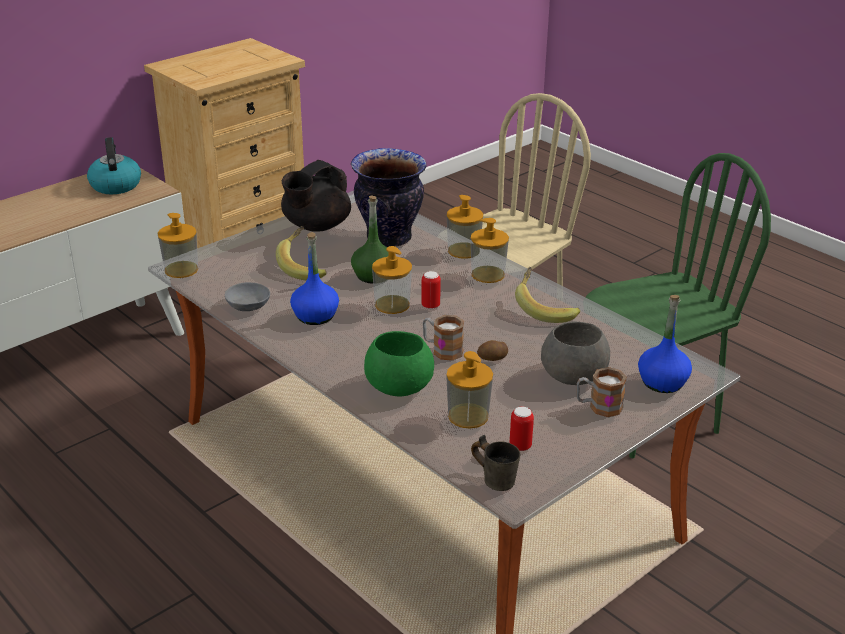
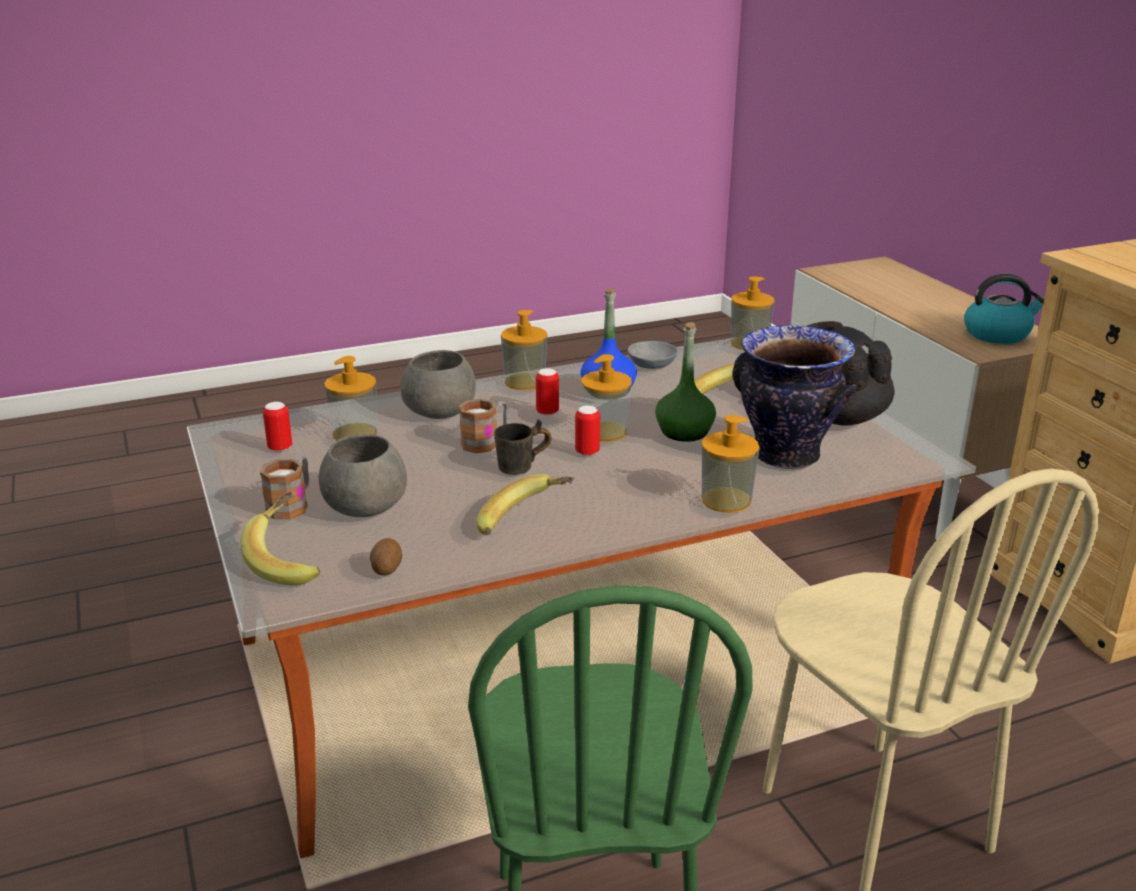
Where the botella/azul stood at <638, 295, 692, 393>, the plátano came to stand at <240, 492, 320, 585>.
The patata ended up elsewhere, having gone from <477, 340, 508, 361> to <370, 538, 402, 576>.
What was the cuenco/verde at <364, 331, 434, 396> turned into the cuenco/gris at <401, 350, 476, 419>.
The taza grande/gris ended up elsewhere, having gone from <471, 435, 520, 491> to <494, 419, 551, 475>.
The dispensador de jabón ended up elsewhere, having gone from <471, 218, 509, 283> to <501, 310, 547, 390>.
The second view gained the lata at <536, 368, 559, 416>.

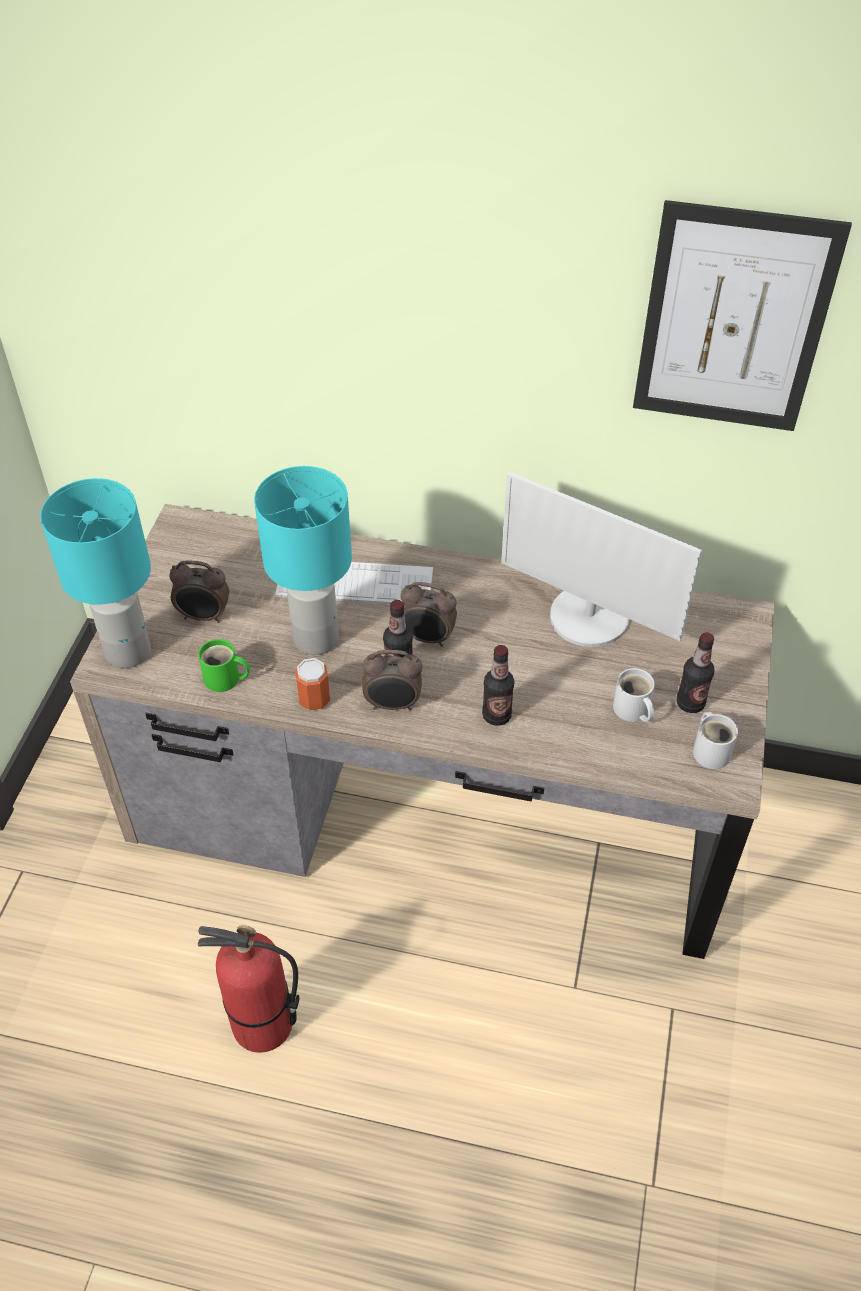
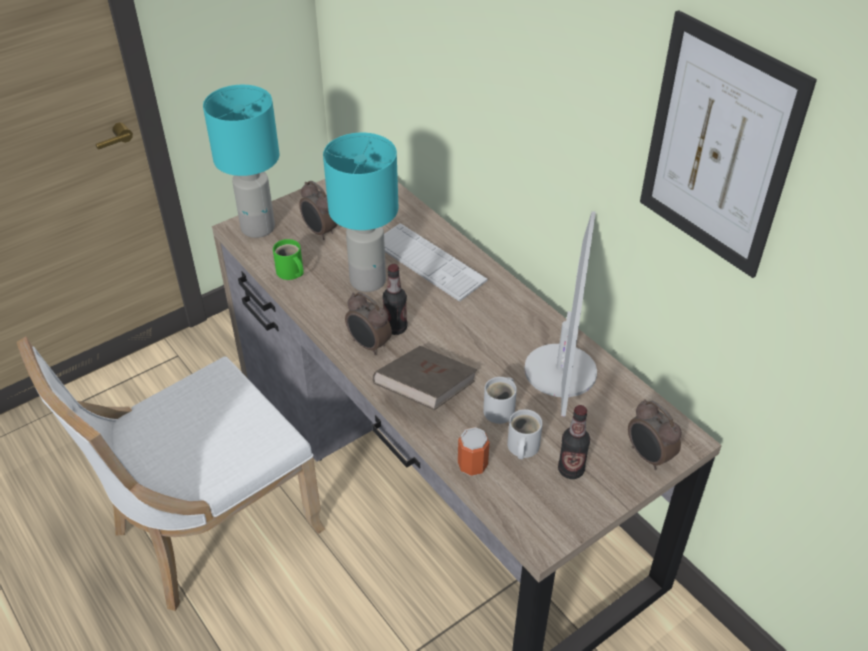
Where the extintor stood at <198, 925, 299, 1053>, the silla/blanco came to stand at <17, 337, 325, 611>.
Where the botella stood at <482, 645, 514, 726>, the libro/marrón came to stand at <373, 346, 477, 410>.
The lata ended up elsewhere, having gone from <295, 658, 330, 711> to <458, 427, 490, 476>.
The taza grande/blanco ended up elsewhere, having gone from <693, 712, 738, 769> to <483, 377, 517, 424>.
The monitor at <501, 472, 702, 647> ended up facing another way, 150 degrees counterclockwise from before.
The despertador ended up elsewhere, having gone from <401, 582, 457, 647> to <628, 400, 682, 470>.

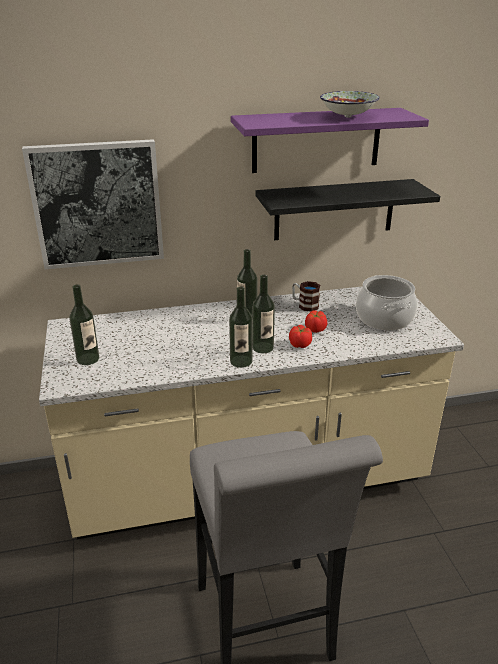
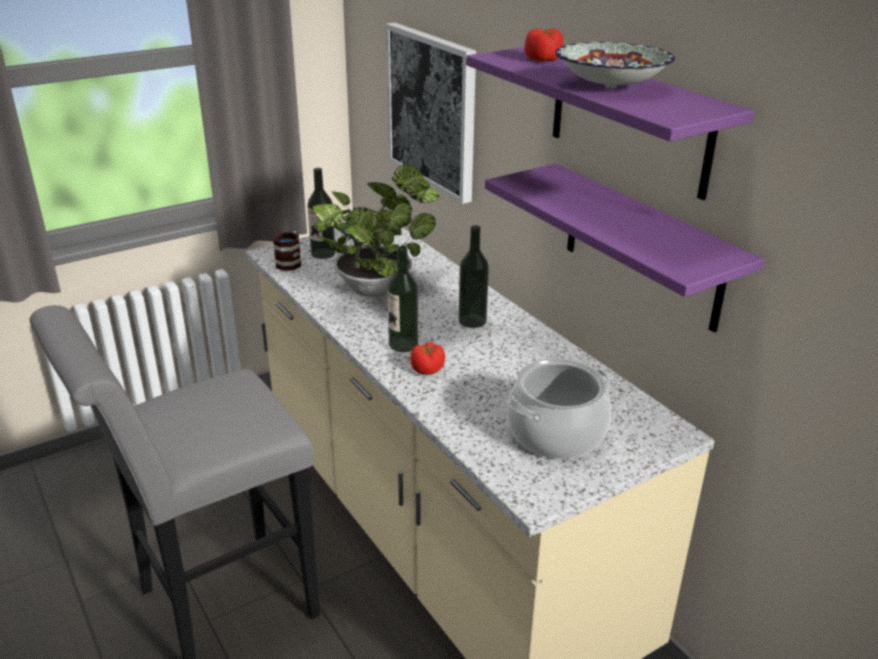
The taza grande ended up elsewhere, having gone from <292, 281, 320, 312> to <273, 231, 301, 271>.
The second view gained the planta en maceta at <313, 164, 440, 297>.
What was the estante/negro at <256, 179, 440, 240> turned into the estante/morado at <485, 164, 765, 333>.
The tomate ended up elsewhere, having gone from <305, 310, 327, 333> to <525, 28, 563, 62>.
The second view lost the botella at <229, 286, 253, 368>.

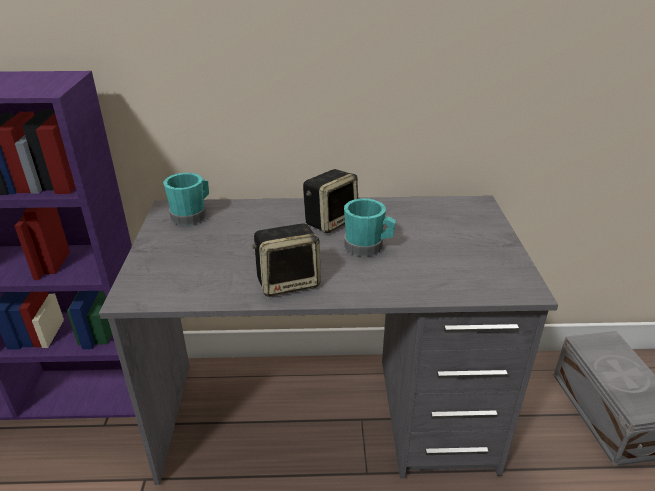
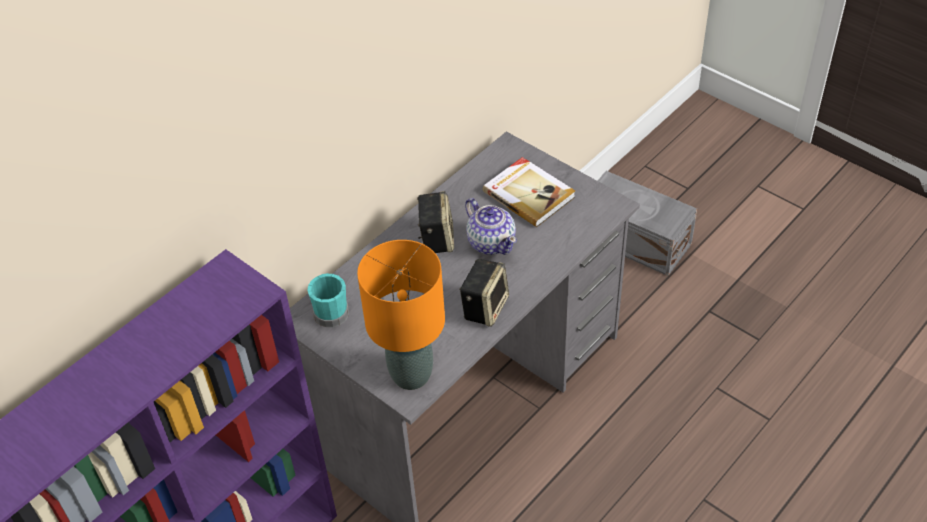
The second view gained the lámpara de mesa/naranja at <357, 240, 445, 390>.
Where the taza grande/turquesa stood at <344, 198, 396, 257>, the tetera came to stand at <465, 198, 517, 255>.
The second view gained the libro at <483, 157, 575, 227>.

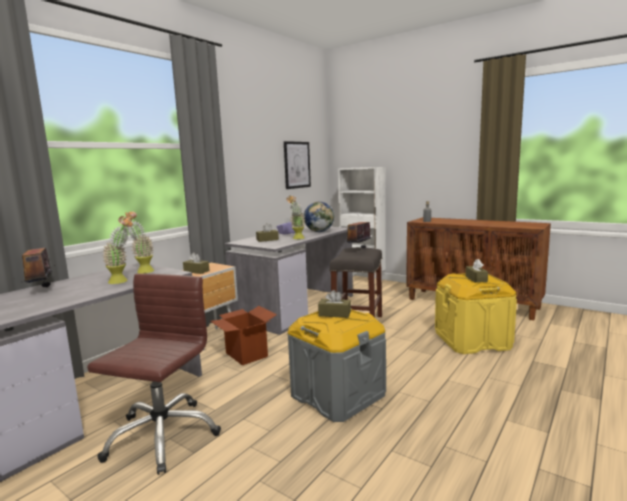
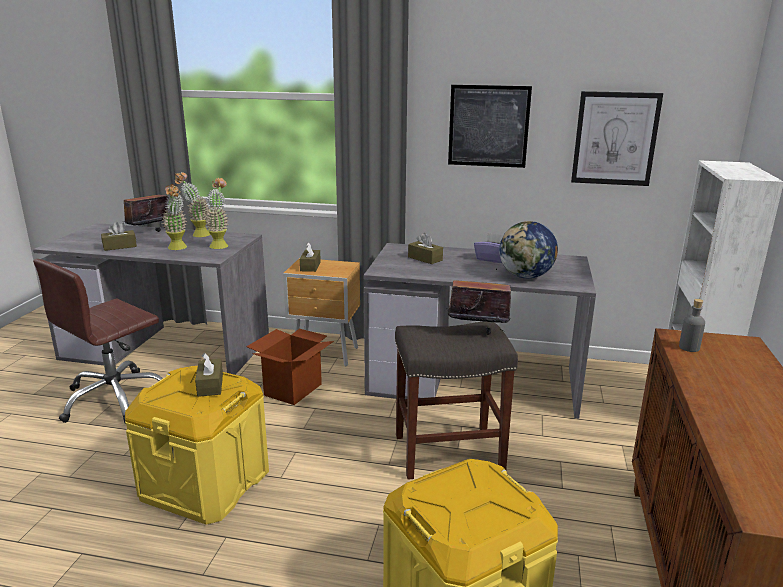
The silla de oficina/marrón at <87, 273, 221, 475> ended up facing another way, 135 degrees clockwise from before.
The caja de pañuelos/marrón ended up elsewhere, having gone from <465, 259, 488, 283> to <101, 222, 137, 251>.
What was the caja de almacenaje/gris at <287, 309, 386, 422> turned into the caja de almacenaje/amarillo at <125, 366, 269, 525>.
The planta en maceta ended up elsewhere, having gone from <286, 195, 305, 239> to <175, 172, 210, 237>.
The second view gained the cuadro at <448, 85, 532, 168>.

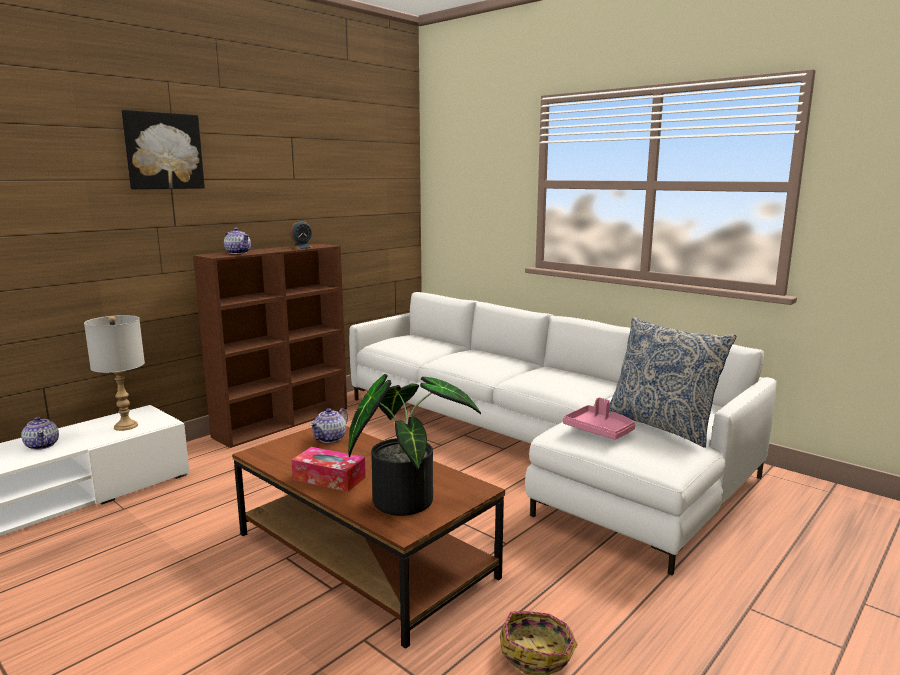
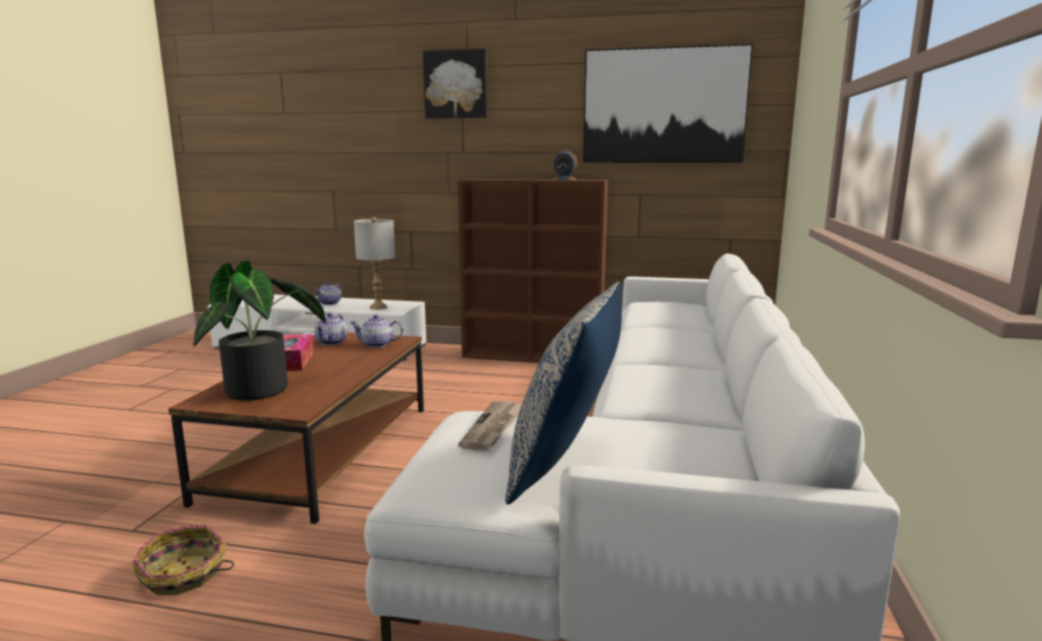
The tetera ended up elsewhere, having gone from <224, 228, 251, 254> to <314, 313, 347, 346>.
Where the bandeja/rosa stood at <563, 398, 635, 440>, the periódico came to stand at <458, 401, 522, 451>.
The second view gained the cuadro at <583, 44, 753, 163>.

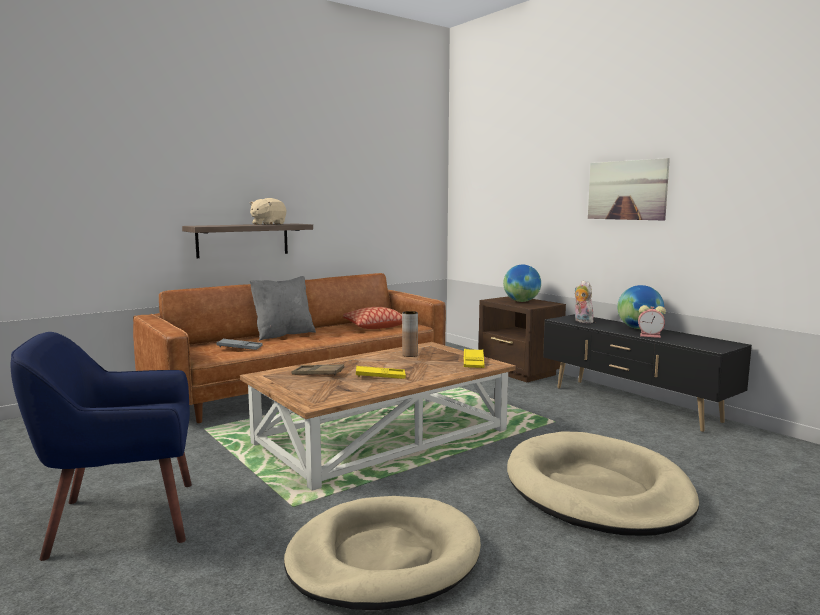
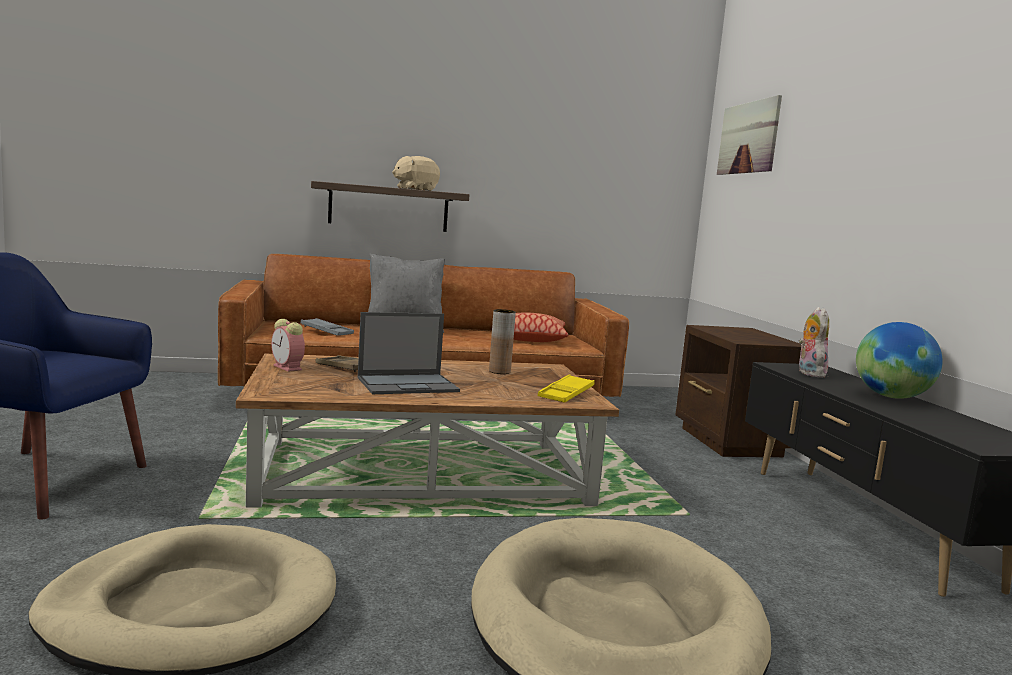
The despertador ended up elsewhere, having gone from <638, 305, 666, 338> to <271, 319, 305, 372>.
Where the bandeja/amarillo stood at <356, 366, 406, 379>, the portátil came to stand at <358, 312, 460, 394>.
The cuadro ended up elsewhere, having gone from <588, 158, 670, 220> to <717, 95, 782, 175>.
The second view lost the globo terráqueo at <503, 265, 541, 302>.

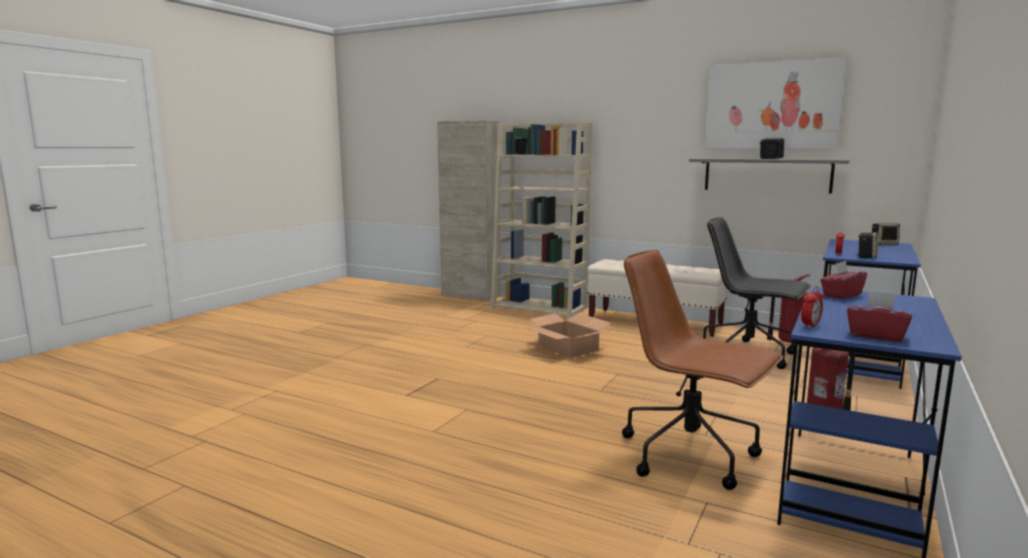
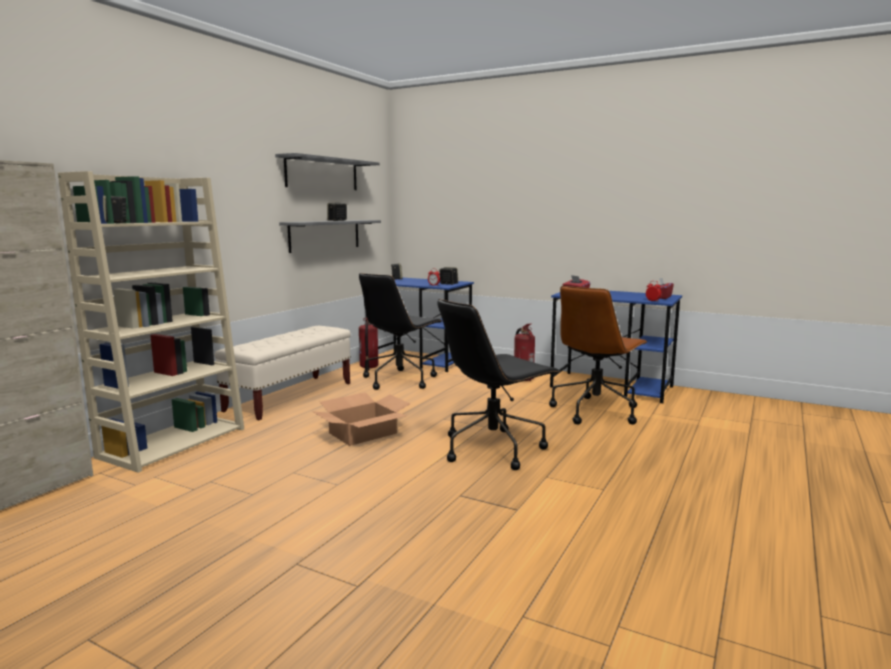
Where the cuadro hung at <705, 57, 847, 148>, the estante/gris came to hang at <275, 153, 380, 190>.
The second view gained the silla de oficina/negro at <437, 299, 560, 470>.

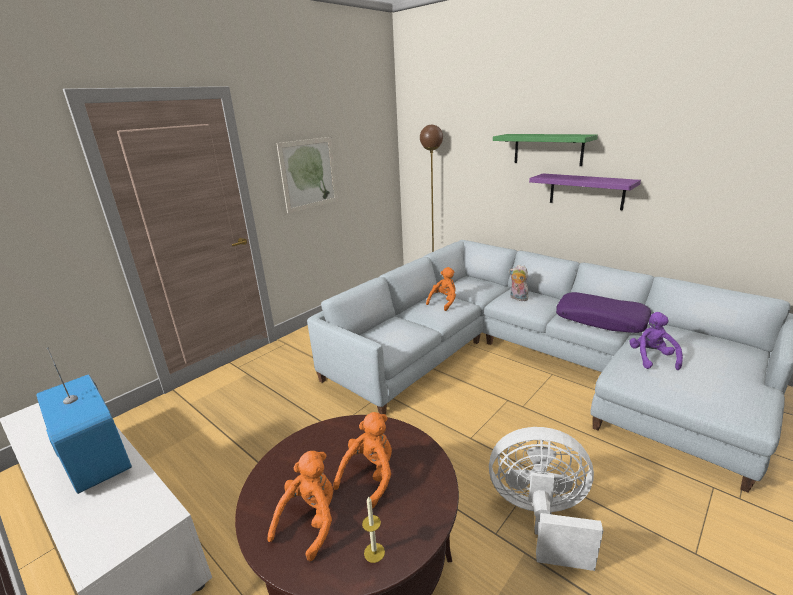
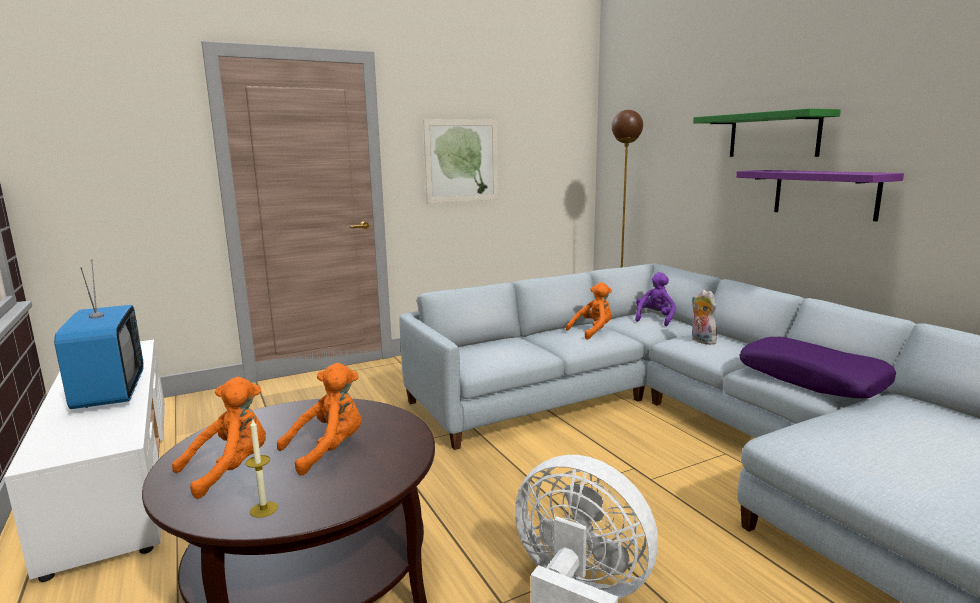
The peluche/morado ended up elsewhere, having gone from <629, 312, 683, 370> to <635, 272, 676, 326>.

